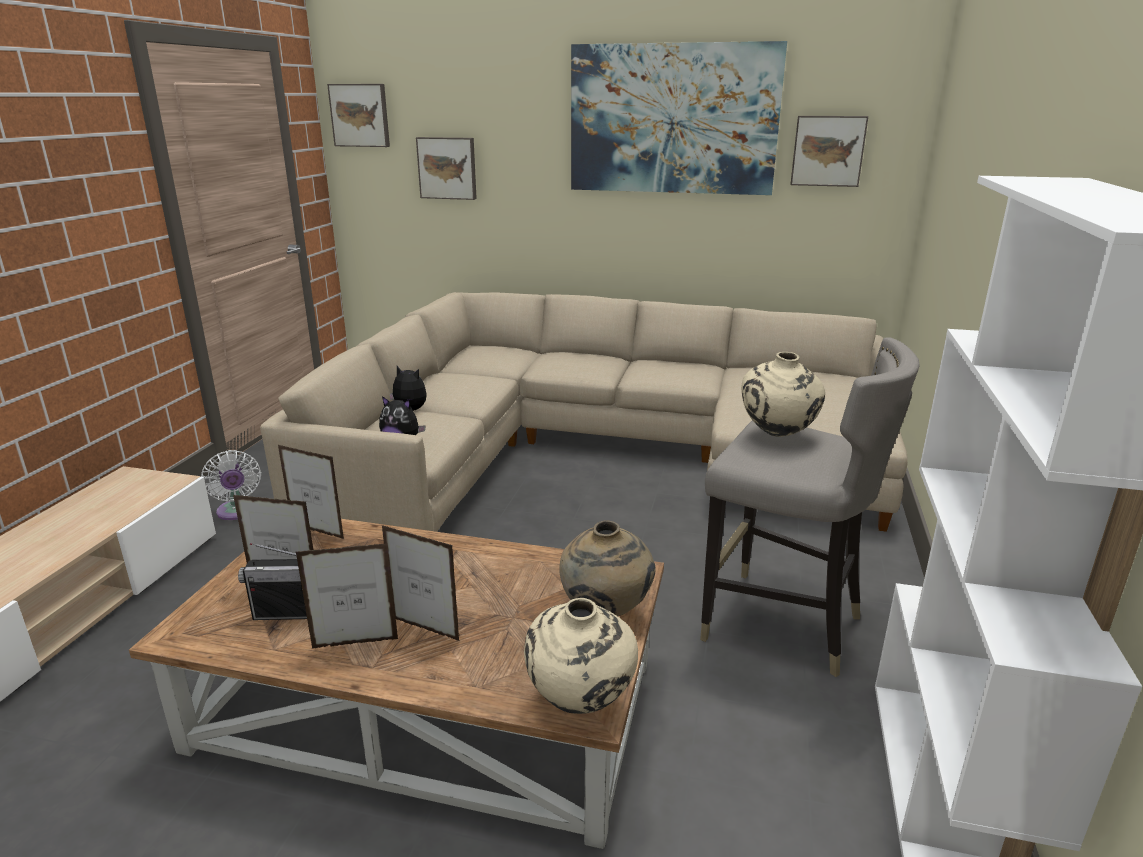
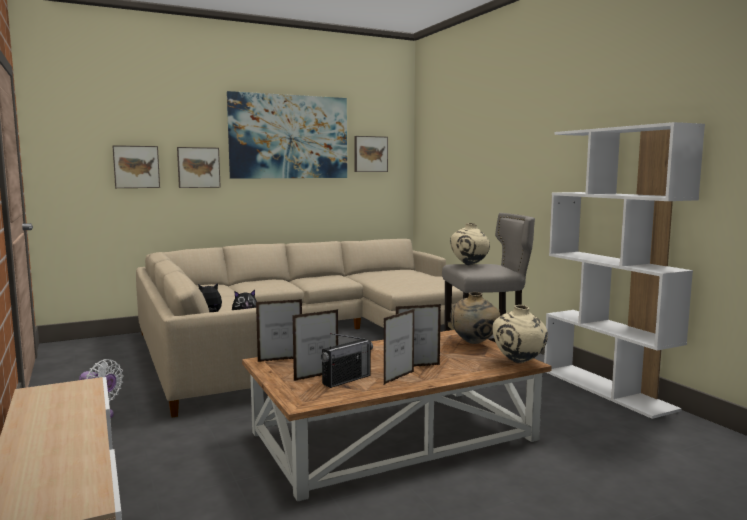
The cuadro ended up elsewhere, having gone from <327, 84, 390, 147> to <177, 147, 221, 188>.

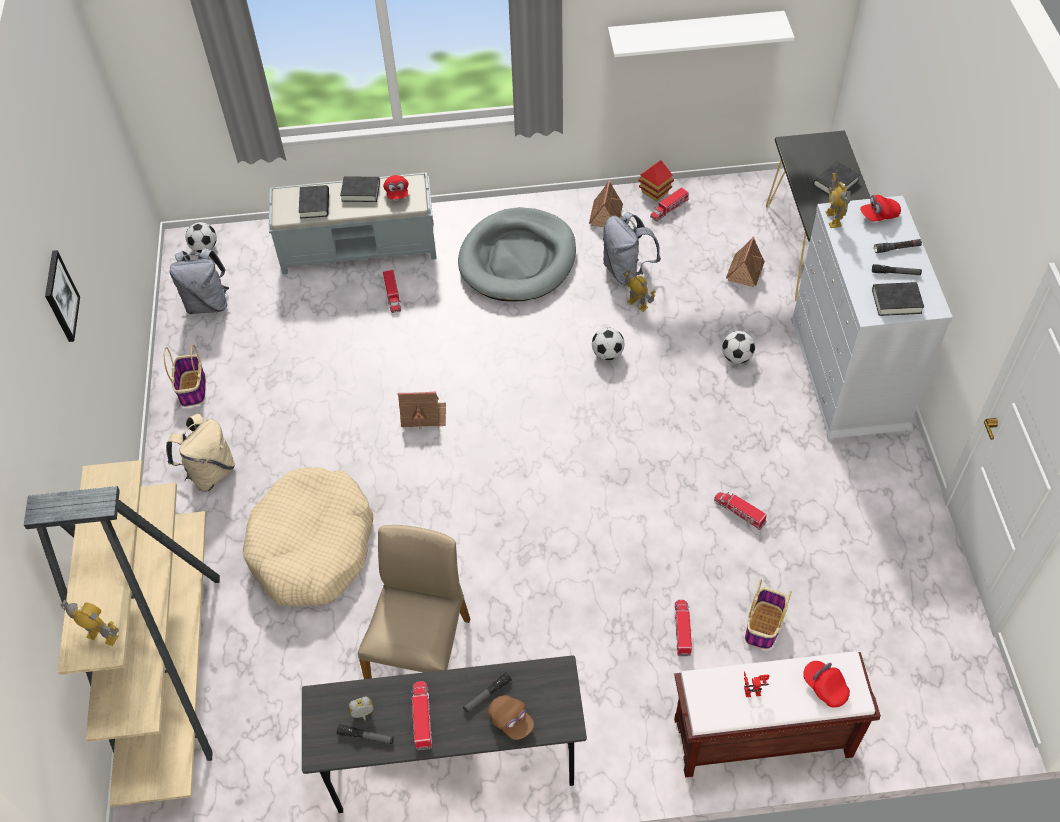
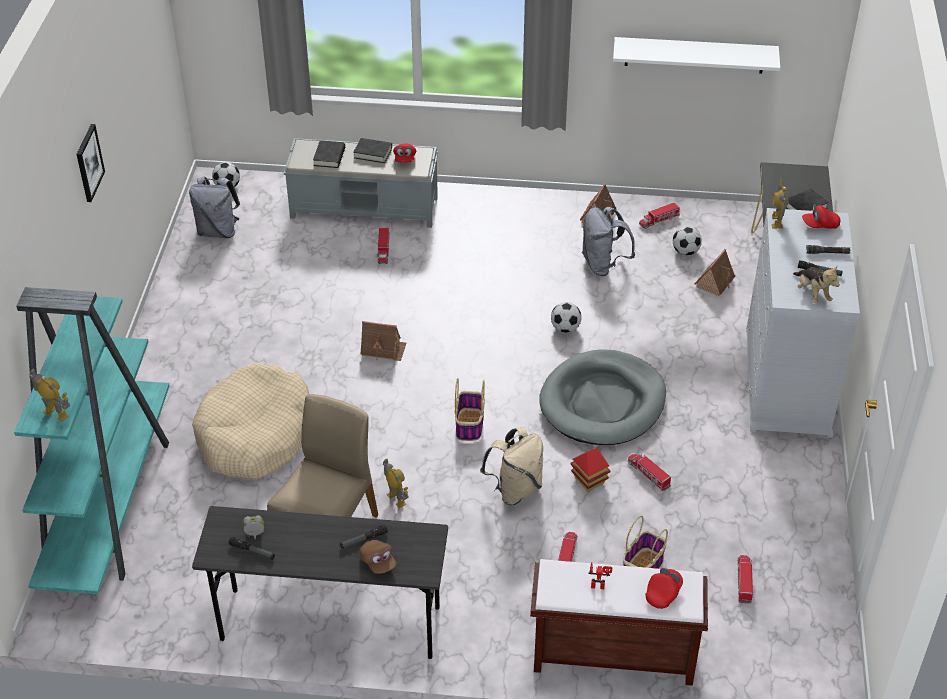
What was the estantería/beis at <24, 460, 220, 806> turned into the estantería/turquesa at <14, 287, 170, 594>.
The robot de juguete ended up elsewhere, having gone from <623, 268, 656, 312> to <383, 459, 409, 508>.
The cesta ended up elsewhere, having gone from <164, 345, 206, 407> to <455, 378, 485, 441>.
The mochila/beis ended up elsewhere, having gone from <166, 414, 236, 492> to <480, 427, 543, 505>.
The cama para perro/gris ended up elsewhere, having gone from <458, 207, 576, 302> to <539, 349, 666, 445>.
The casita ended up elsewhere, having gone from <638, 160, 674, 202> to <570, 447, 611, 492>.
The gorra/rojo at <803, 661, 850, 708> ended up facing another way, 60 degrees clockwise from before.
The balón de fútbol ended up elsewhere, having gone from <722, 331, 755, 364> to <673, 226, 702, 255>.
The camión de juguete ended up elsewhere, having gone from <411, 681, 432, 750> to <737, 555, 753, 604>.
Where the libro/negro stood at <872, 282, 924, 316>, the peluche came to stand at <793, 266, 840, 303>.

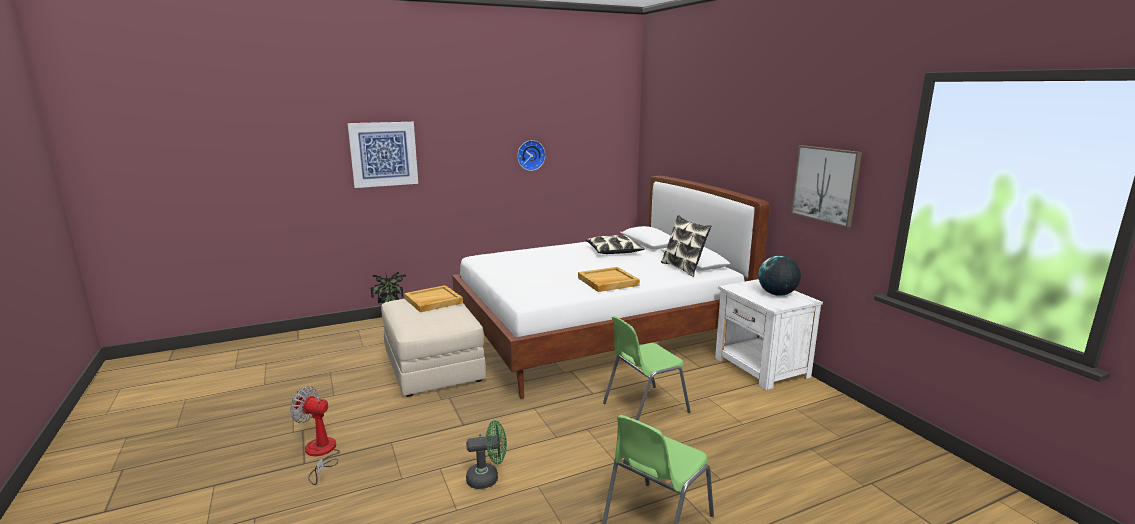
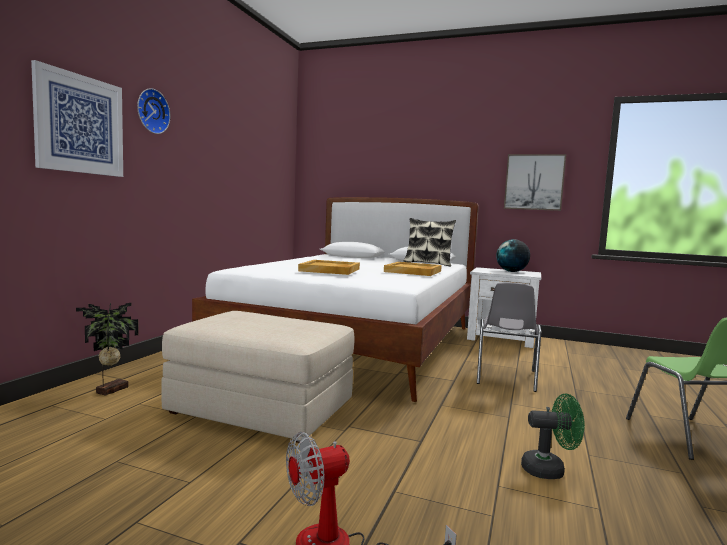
The reloj de pared ended up elsewhere, having gone from <517, 140, 546, 171> to <137, 88, 171, 134>.
The bandeja/beis ended up elsewhere, having gone from <404, 285, 463, 312> to <298, 260, 360, 275>.
What was the silla/verde at <603, 316, 691, 421> turned into the silla/gris at <477, 282, 541, 392>.
The ventilador/verde at <466, 420, 507, 489> ended up facing another way, 60 degrees clockwise from before.
The second view lost the cojín at <586, 235, 644, 254>.

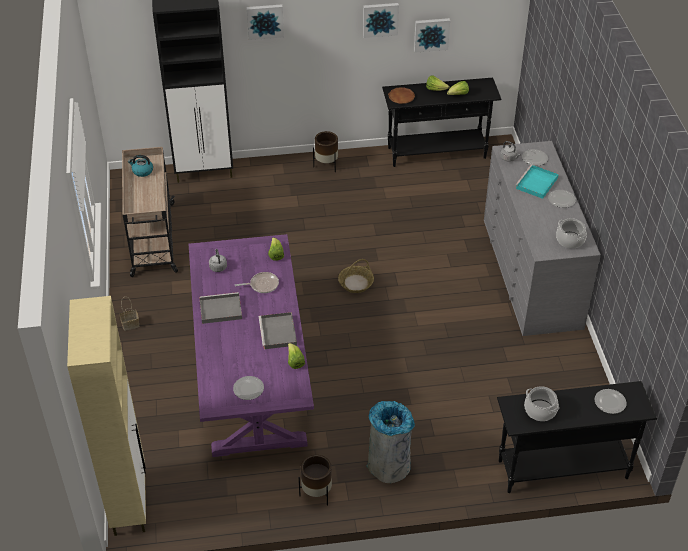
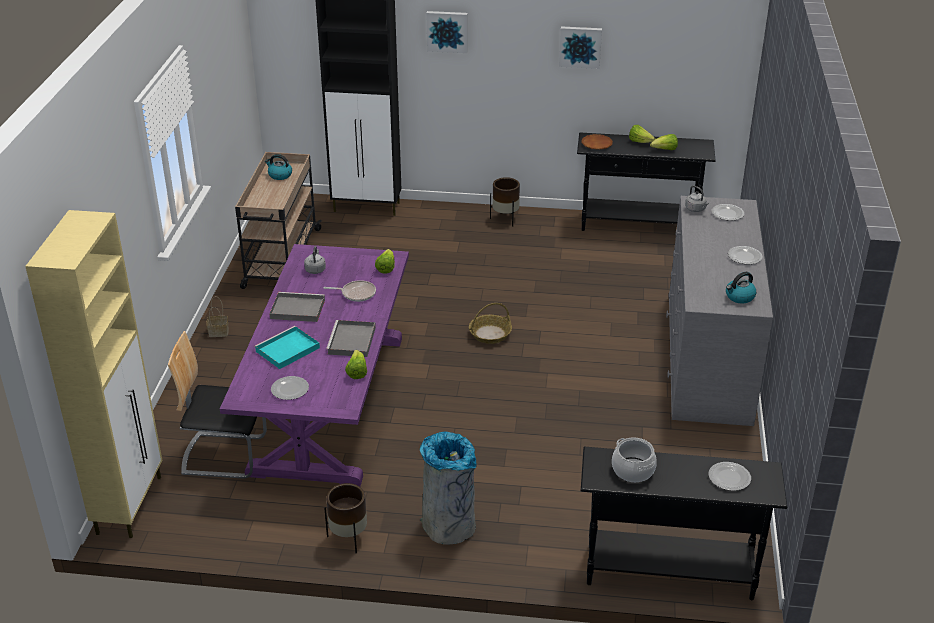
The second view gained the silla at <168, 331, 267, 479>.
The bandeja/turquesa ended up elsewhere, having gone from <516, 165, 559, 199> to <254, 326, 320, 369>.
Where the olla stood at <556, 218, 587, 249>, the hervidor came to stand at <726, 272, 756, 304>.
The second view lost the cuadro at <414, 18, 450, 53>.

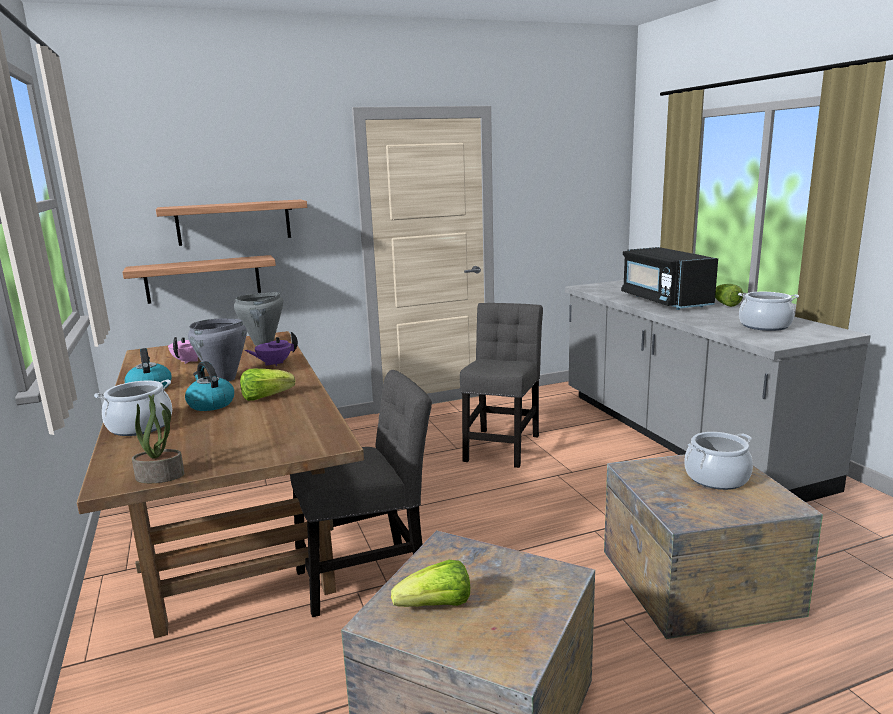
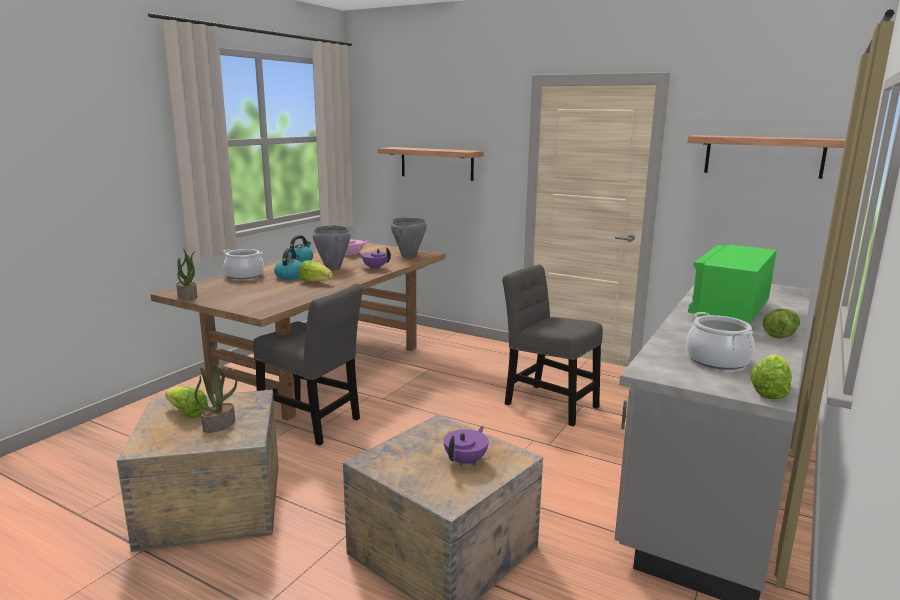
The second view gained the planta en maceta at <195, 365, 237, 433>.
Where the olla stood at <684, 432, 753, 490>, the tetera/morado came to stand at <443, 426, 489, 466>.
The silla/gris at <460, 303, 543, 468> ended up facing another way, 120 degrees counterclockwise from before.
The estante ended up elsewhere, having gone from <122, 255, 276, 304> to <687, 135, 846, 179>.
What was the microondas/negro at <621, 247, 718, 310> turned into the microondas/verde at <688, 245, 777, 325>.
The second view gained the lechuga at <750, 355, 792, 399>.

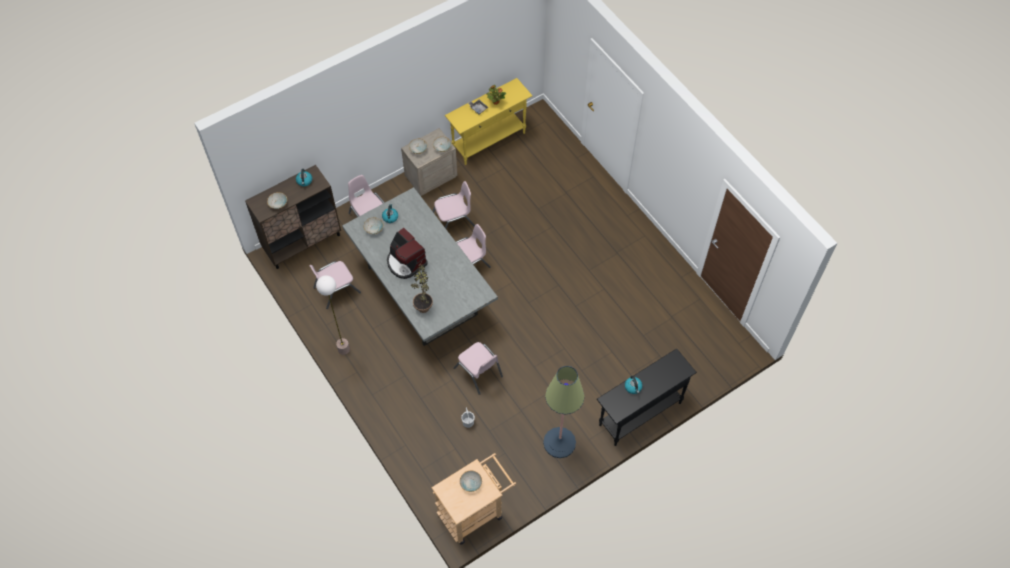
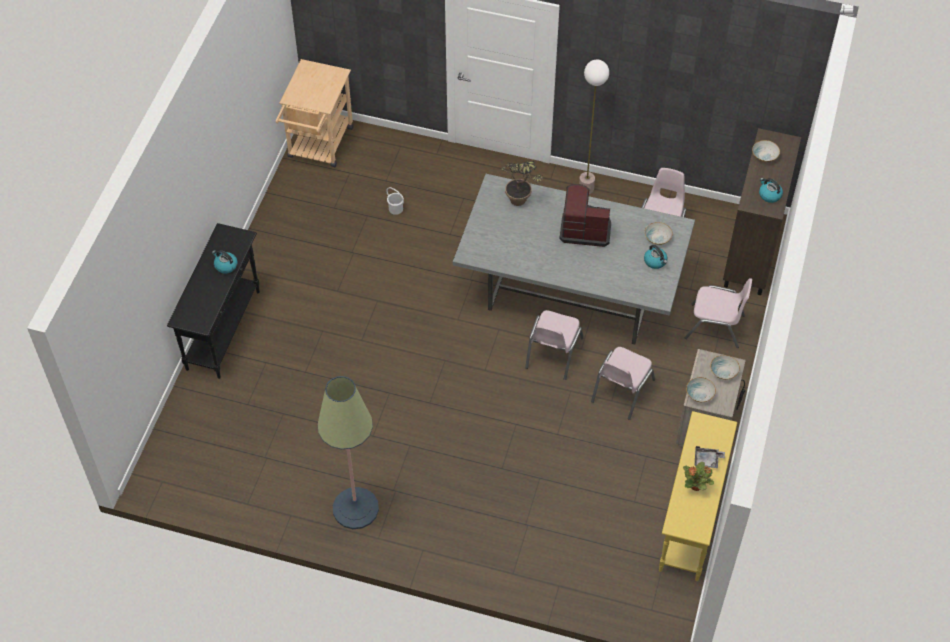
The lámpara de pie ended up elsewhere, having gone from <543, 366, 585, 458> to <318, 376, 379, 529>.
The second view lost the silla/rosa at <454, 342, 503, 395>.
The second view lost the cuenco at <460, 471, 482, 492>.

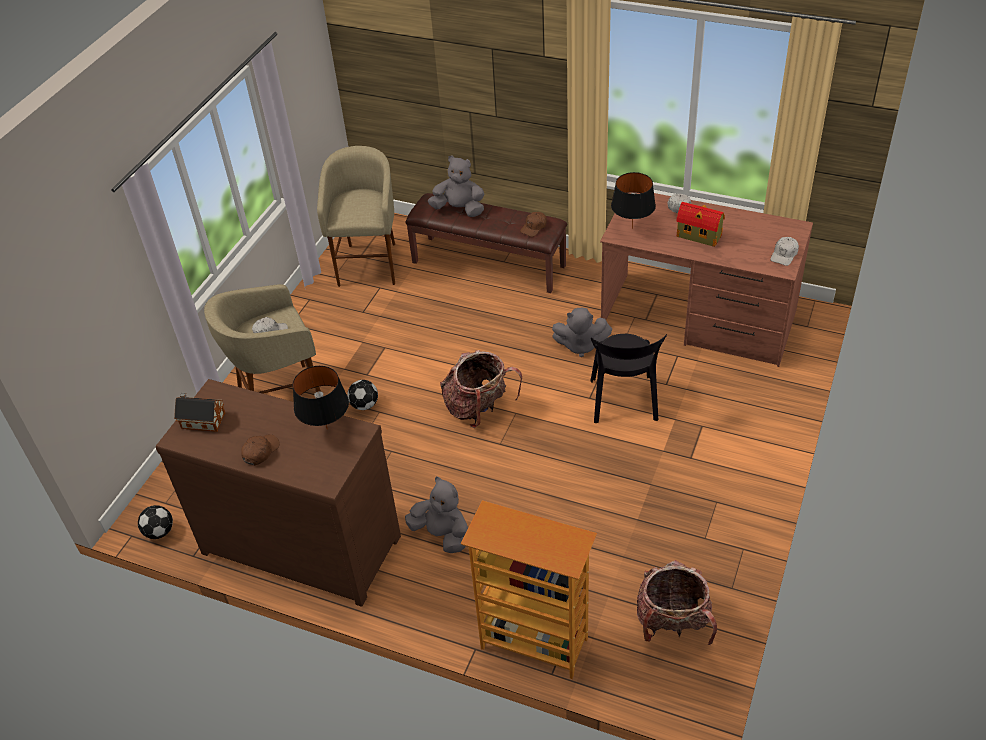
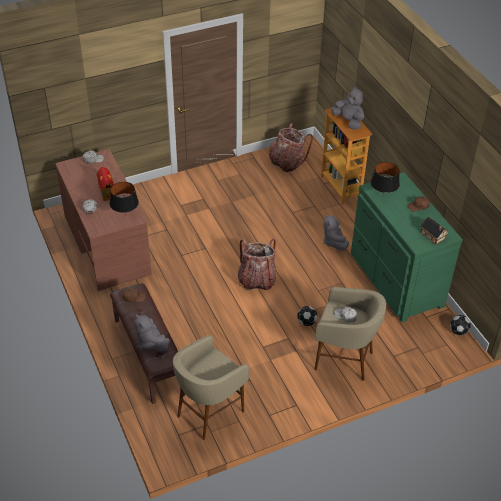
The peluche/gris ended up elsewhere, having gone from <552, 308, 612, 357> to <331, 86, 364, 130>.
What was the cómoda/marrón at <156, 379, 401, 607> turned into the cómoda/verde at <351, 172, 463, 322>.
The second view lost the silla/negro at <590, 334, 667, 423>.

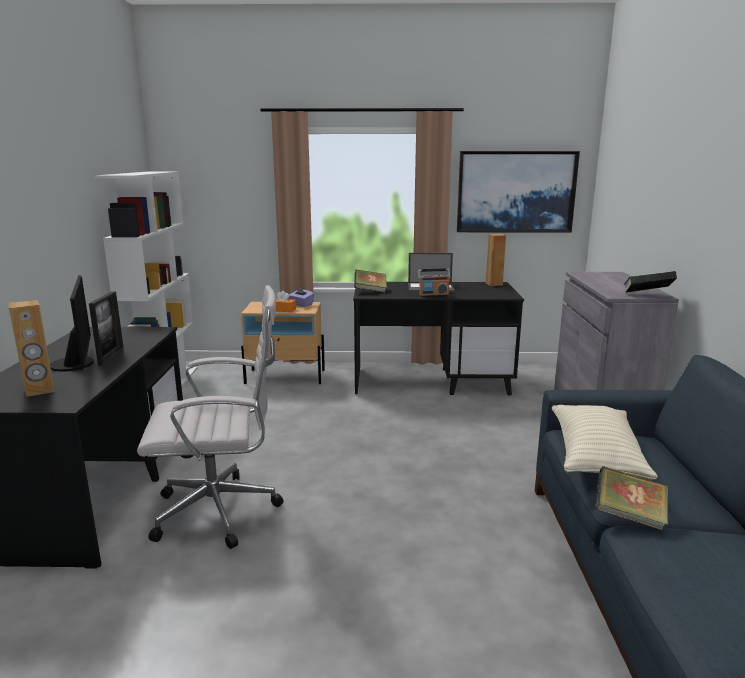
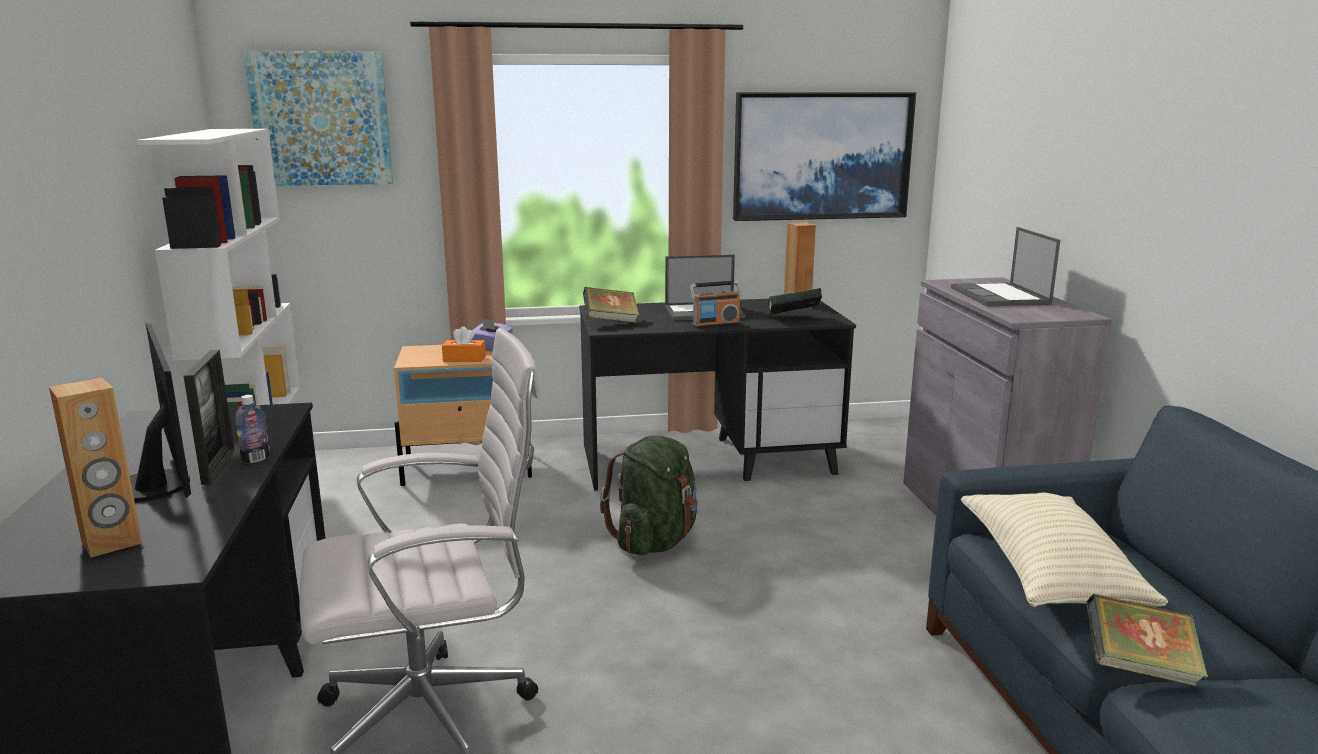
The second view gained the botella at <235, 395, 270, 464>.
The second view gained the cuadro at <243, 51, 393, 186>.
The second view gained the mochila/verde at <600, 435, 698, 555>.
The libro ended up elsewhere, having gone from <624, 271, 677, 293> to <768, 288, 822, 315>.
The second view gained the portátil at <951, 227, 1060, 306>.

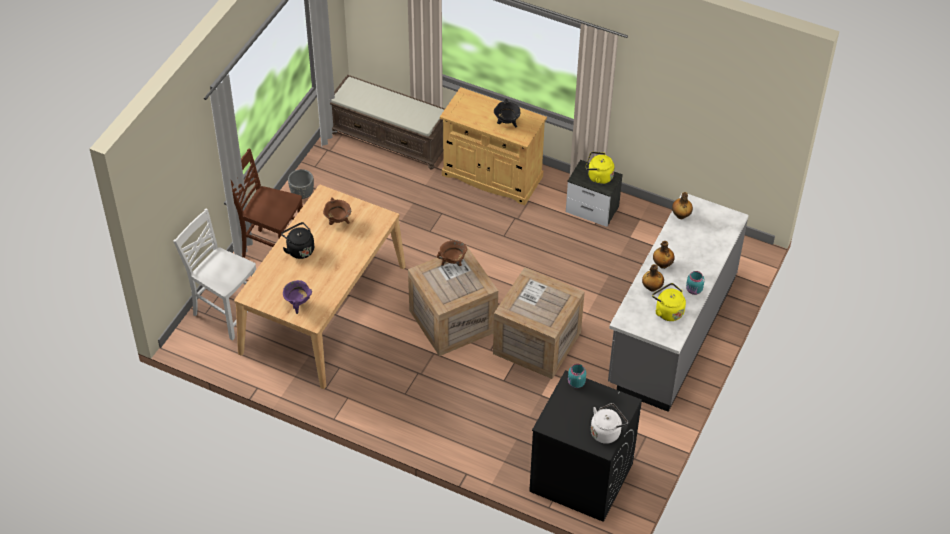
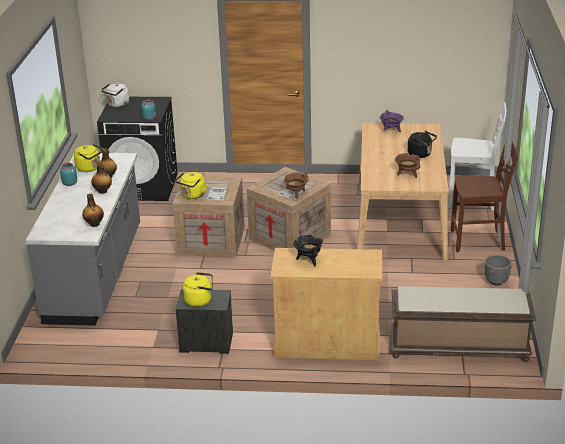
The second view gained the hervidor/amarillo at <175, 172, 207, 199>.

